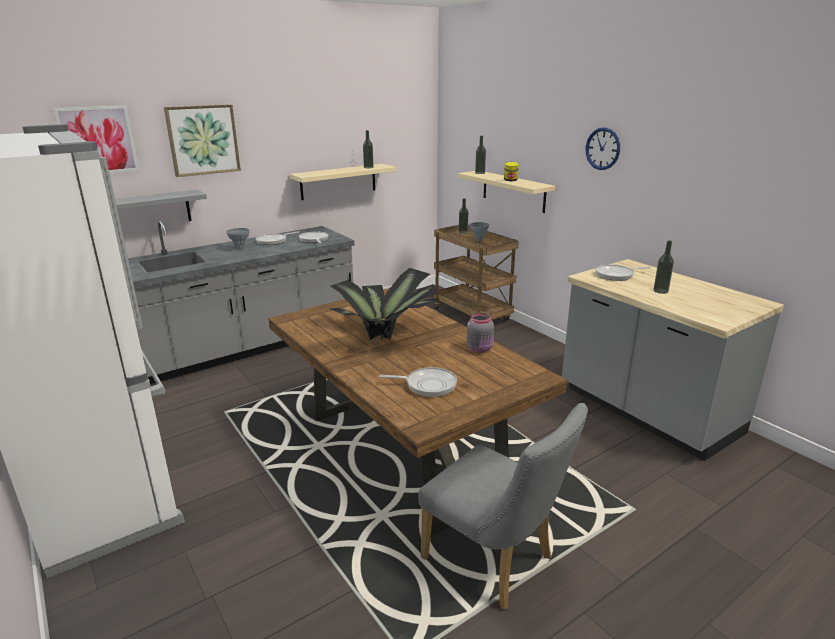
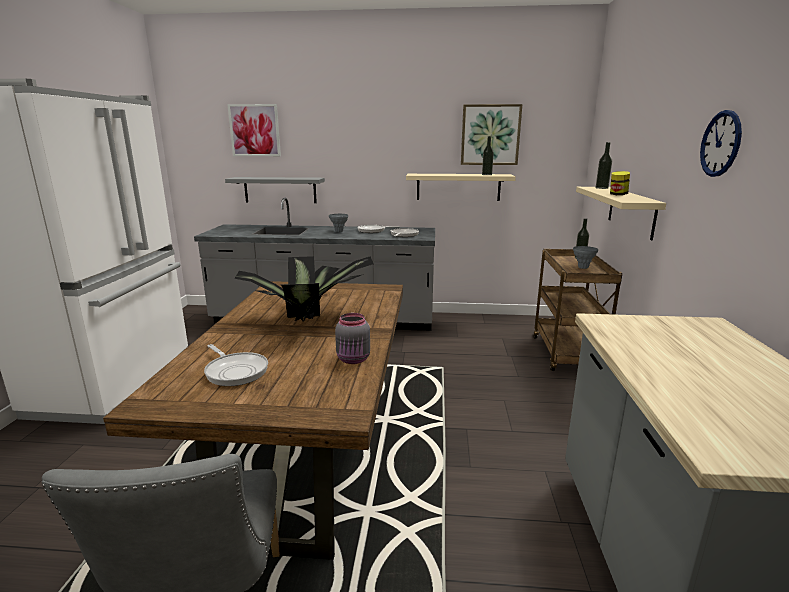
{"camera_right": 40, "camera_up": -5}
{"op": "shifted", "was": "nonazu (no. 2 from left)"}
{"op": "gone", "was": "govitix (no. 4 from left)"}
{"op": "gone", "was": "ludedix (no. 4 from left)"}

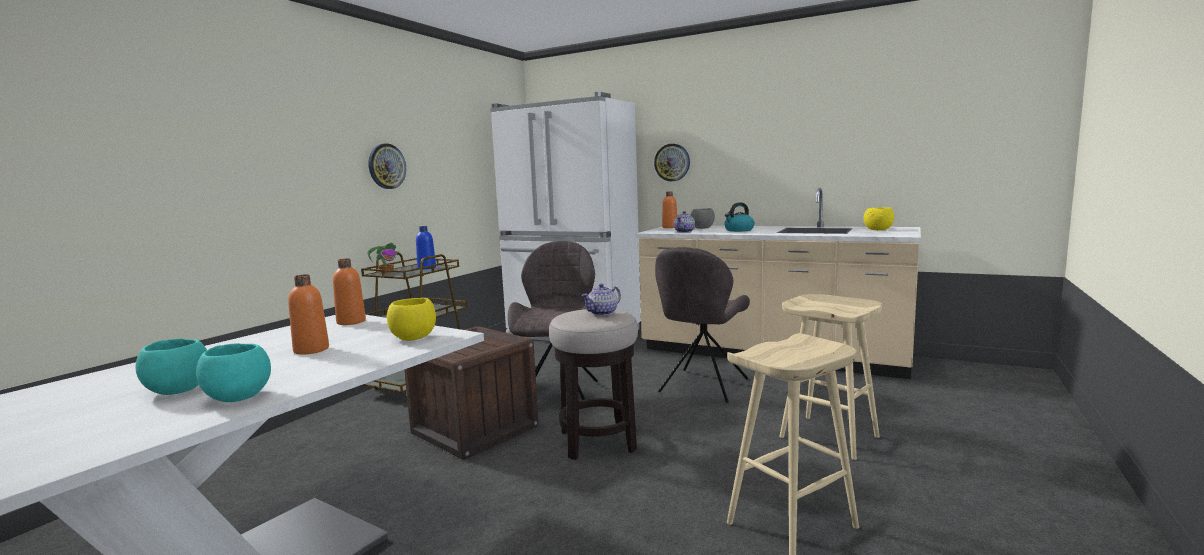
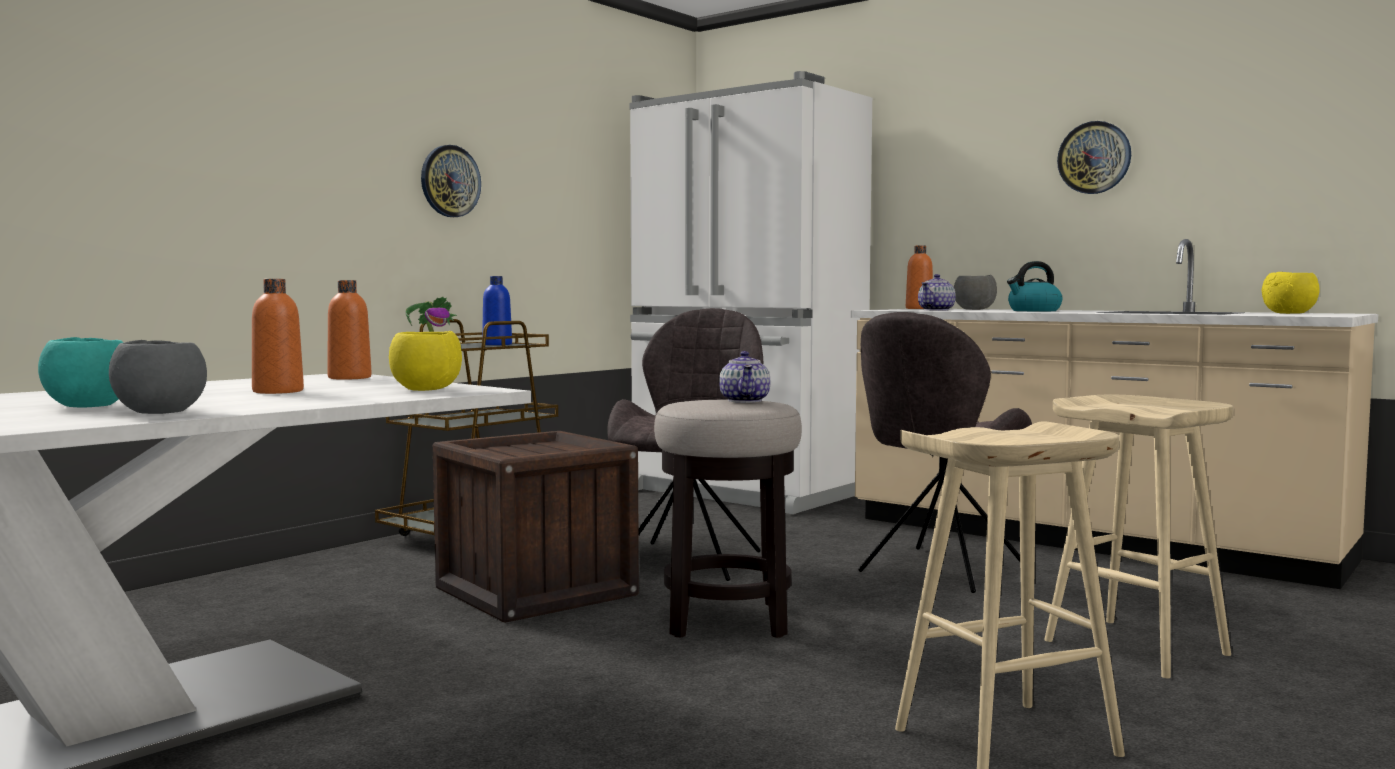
{"camera_right": 10, "camera_up": -5}
{"op": "shifted", "was": "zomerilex (no. 2 from left)"}
{"op": "rotated", "was": "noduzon (no. 1 from left)", "clockwise": -60}
{"op": "repainted", "was": "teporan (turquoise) (no. 2 from left)", "now": "teporan (grey) (no. 1 from left)"}

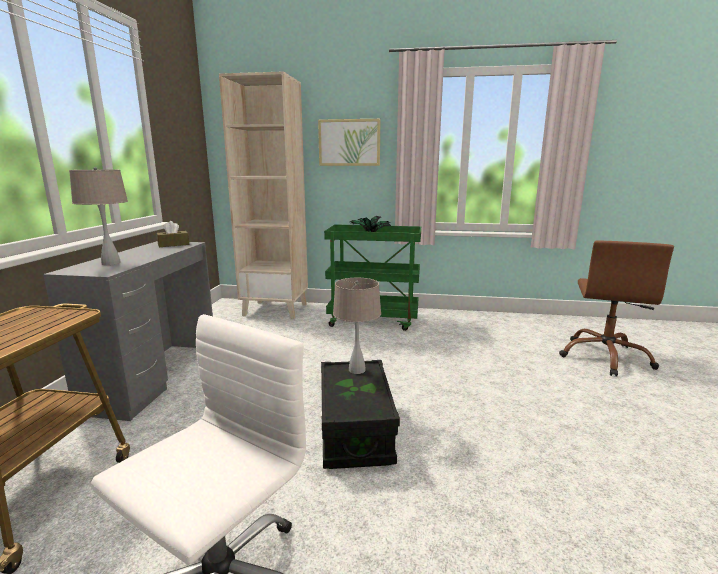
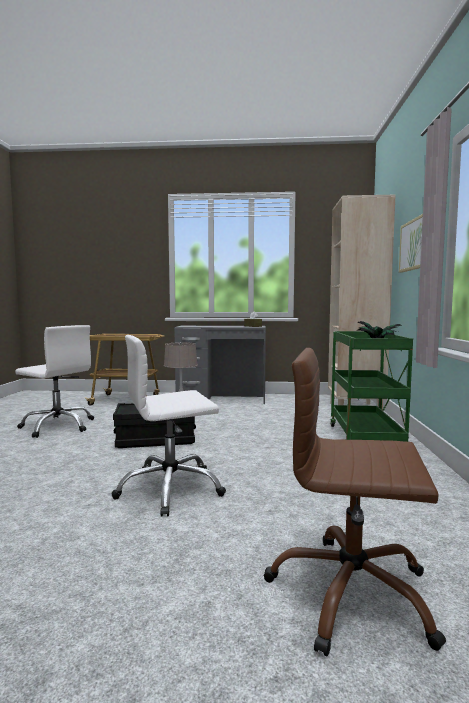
{"camera_right": 85, "camera_up": -10}
{"op": "gone", "was": "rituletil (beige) (no. 1 from left)"}
{"op": "new", "now": "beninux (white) (no. 2 from left)"}

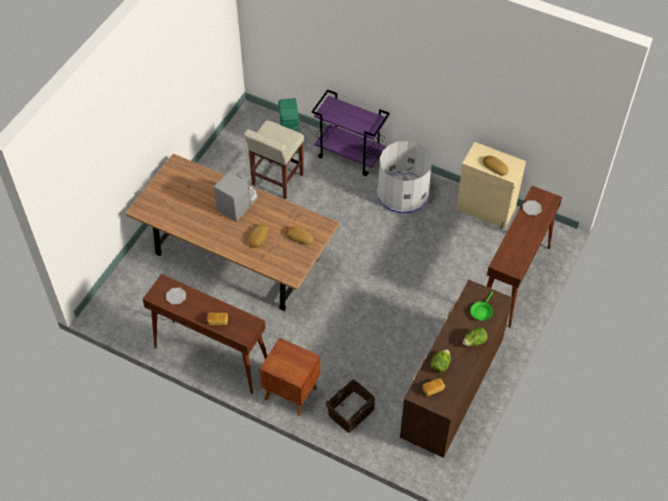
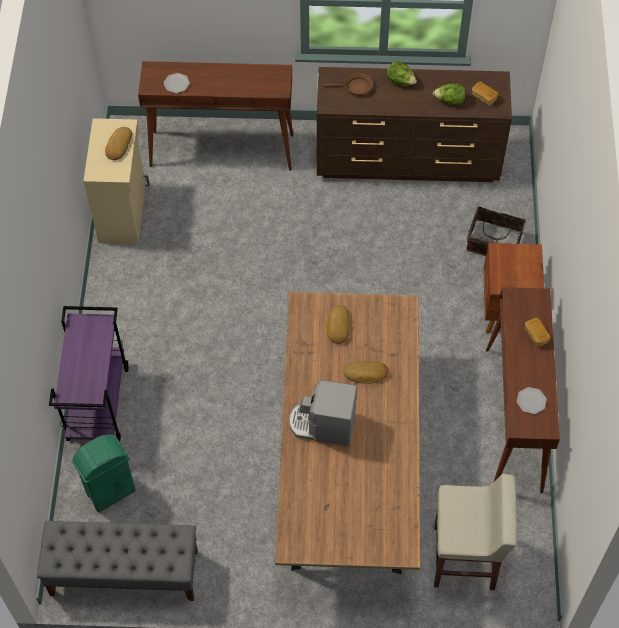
{"camera_right": -115, "camera_up": 5}
{"op": "shifted", "was": "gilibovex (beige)"}
{"op": "gone", "was": "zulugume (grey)"}
{"op": "repainted", "was": "ludedix (green)", "now": "ludedix (brown)"}
{"op": "new", "now": "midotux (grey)"}

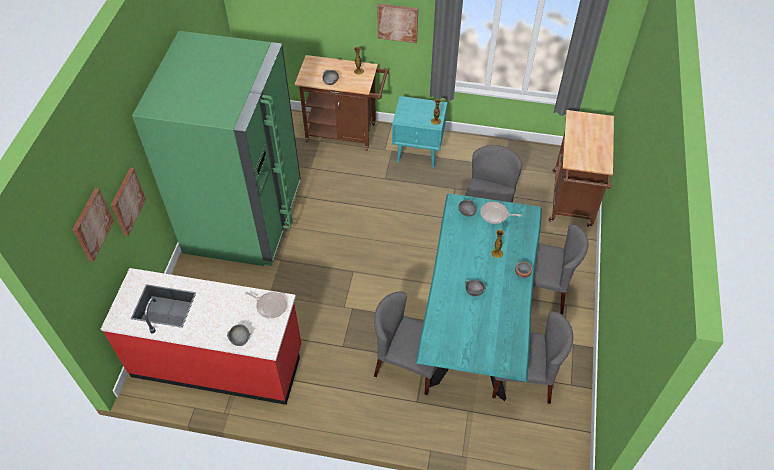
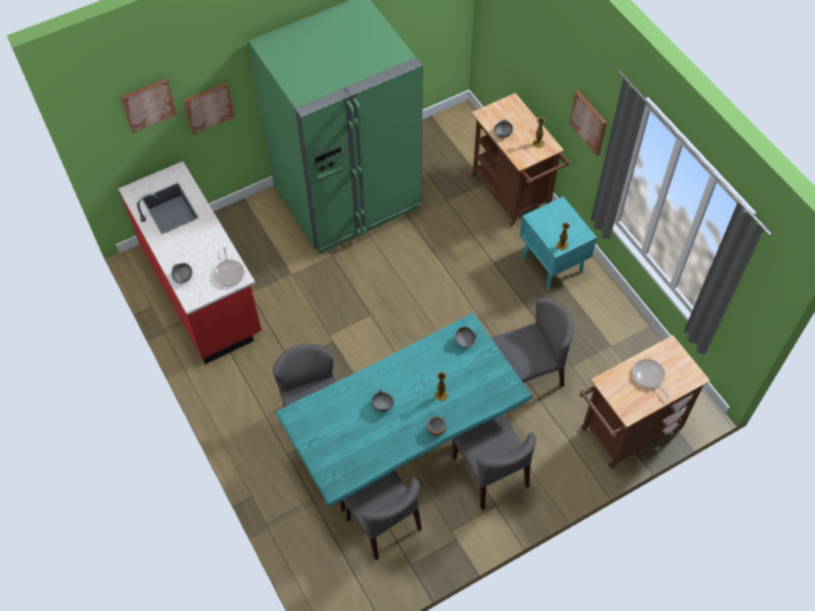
{"camera_right": 50, "camera_up": 5}
{"op": "shifted", "was": "ludedix (no. 2 from left)"}

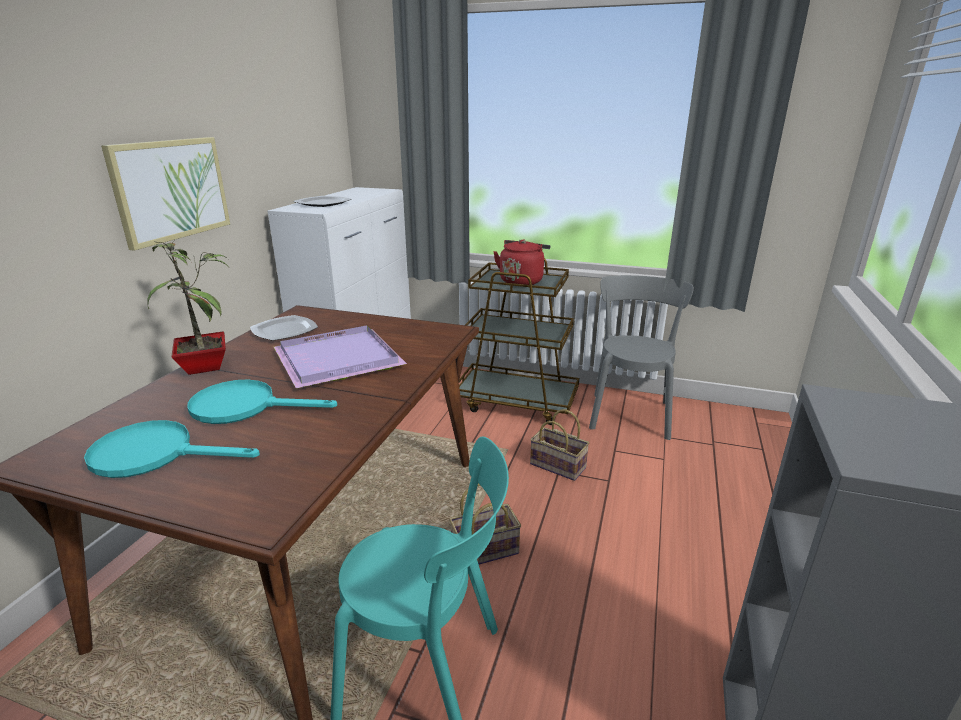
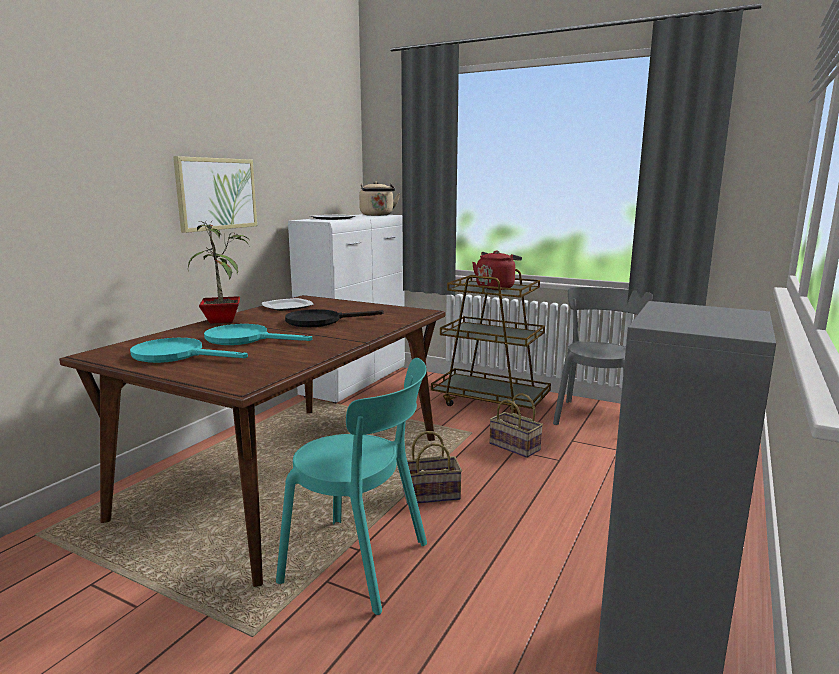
{"camera_right": 10, "camera_up": -10}
{"op": "swapped", "was": "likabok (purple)", "now": "ludedix (black)"}
{"op": "new", "now": "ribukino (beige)"}

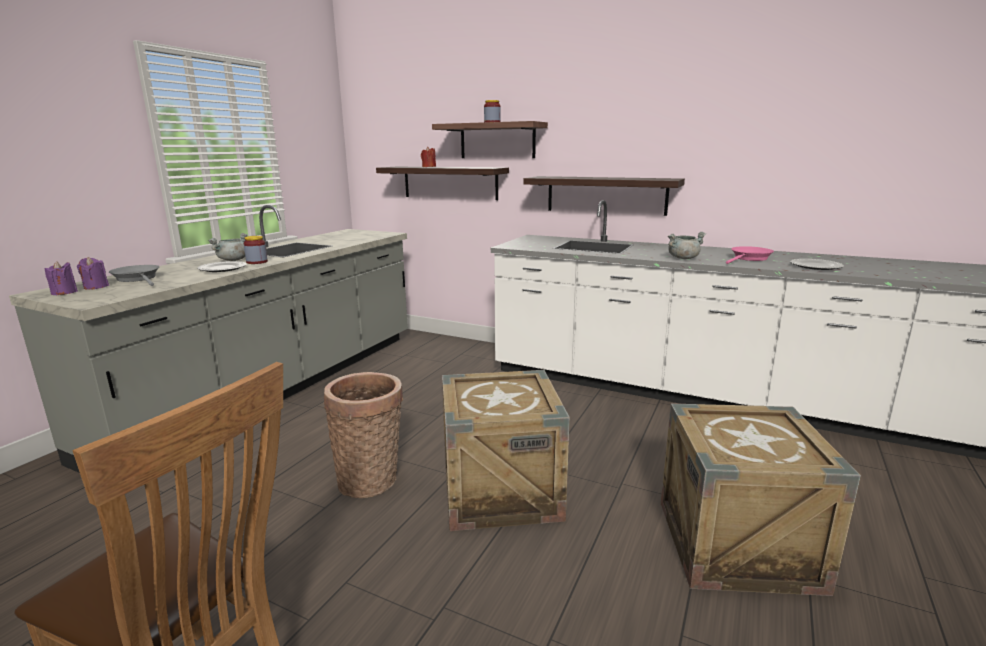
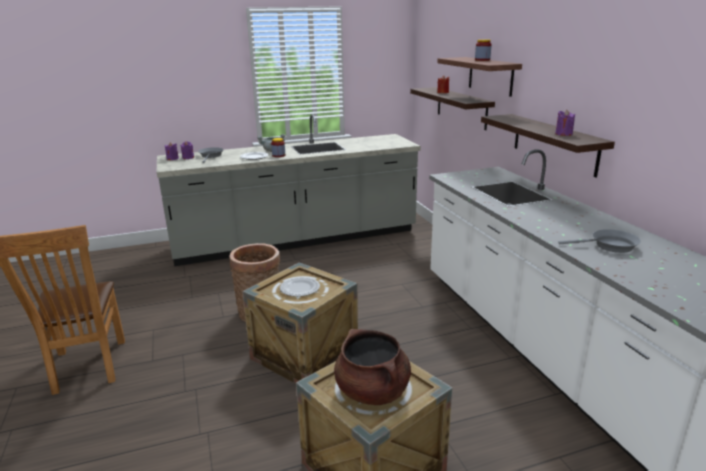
{"camera_right": 45, "camera_up": 5}
{"op": "gone", "was": "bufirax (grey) (no. 2 from left)"}
{"op": "repainted", "was": "ludedix (pink)", "now": "ludedix (grey) (no. 2 from left)"}
{"op": "shifted", "was": "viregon (no. 2 from left)"}
{"op": "new", "now": "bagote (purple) (no. 3 from left)"}
{"op": "new", "now": "bufirax (brown)"}

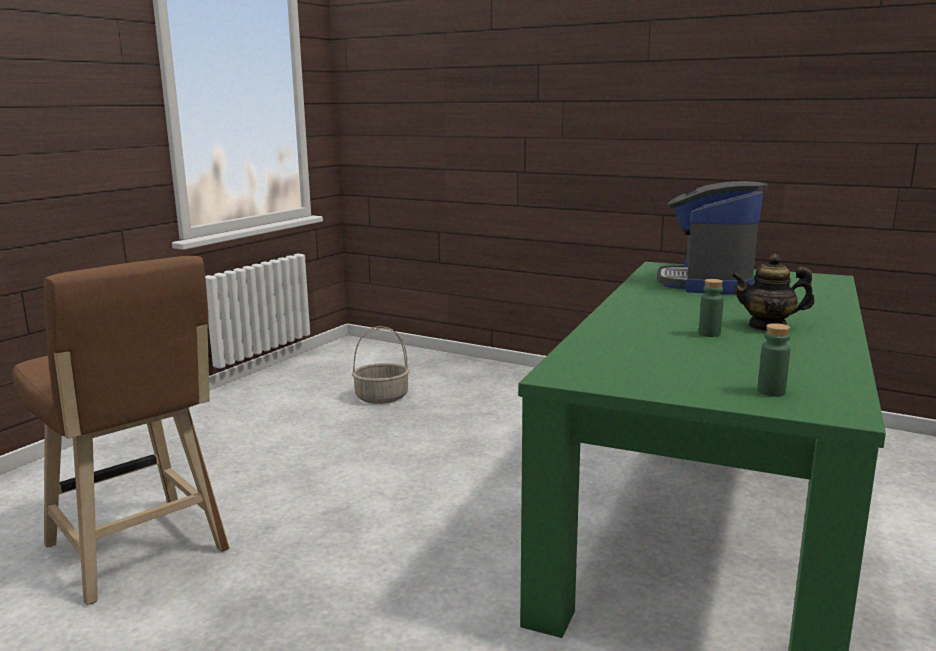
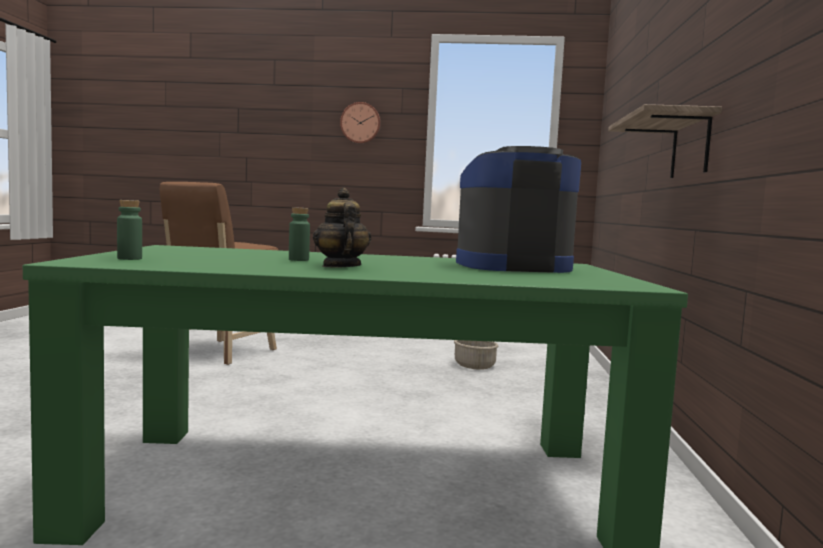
{"camera_right": 65, "camera_up": -10}
{"op": "new", "now": "zomerilex"}
{"op": "new", "now": "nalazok"}

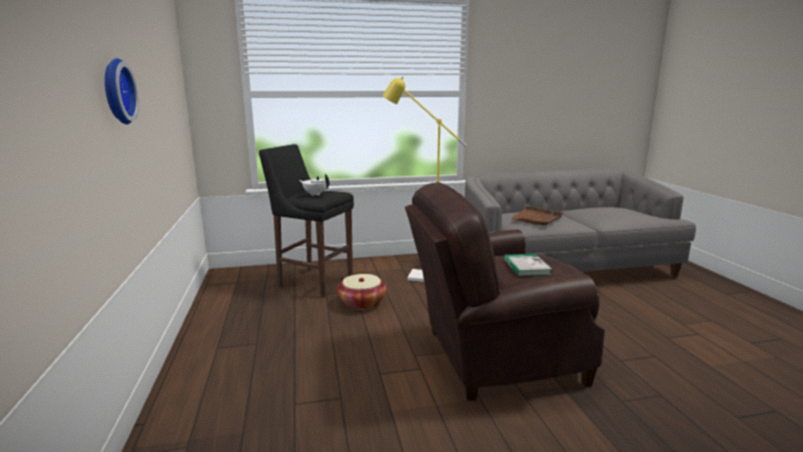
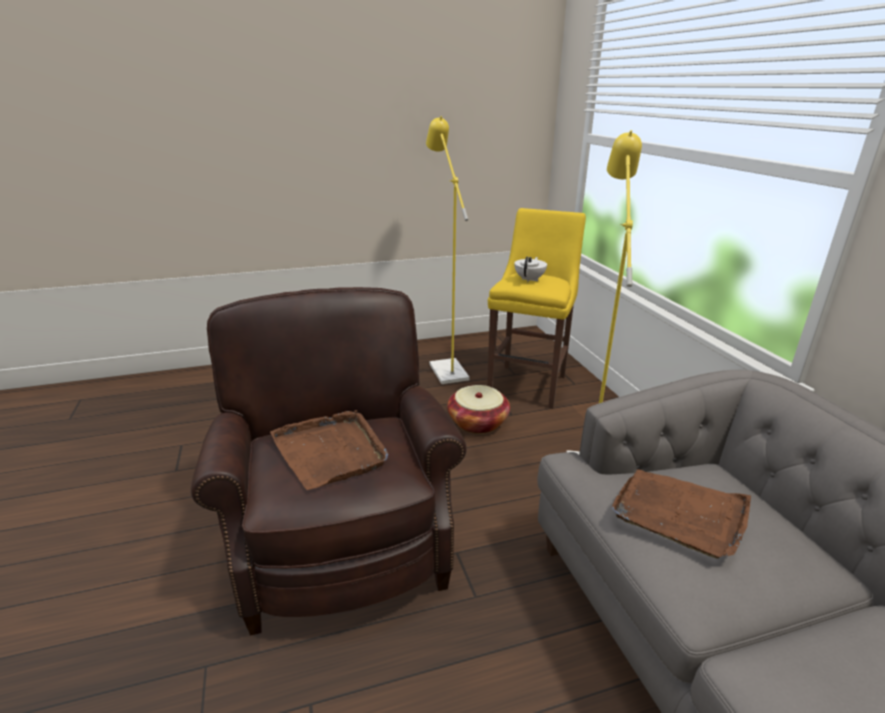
{"camera_right": 85, "camera_up": 10}
{"op": "gone", "was": "zomerilex"}
{"op": "repainted", "was": "gilibovex (black)", "now": "gilibovex (yellow)"}
{"op": "swapped", "was": "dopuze", "now": "likabok (brown) (no. 1 from left)"}
{"op": "new", "now": "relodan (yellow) (no. 1 from left)"}

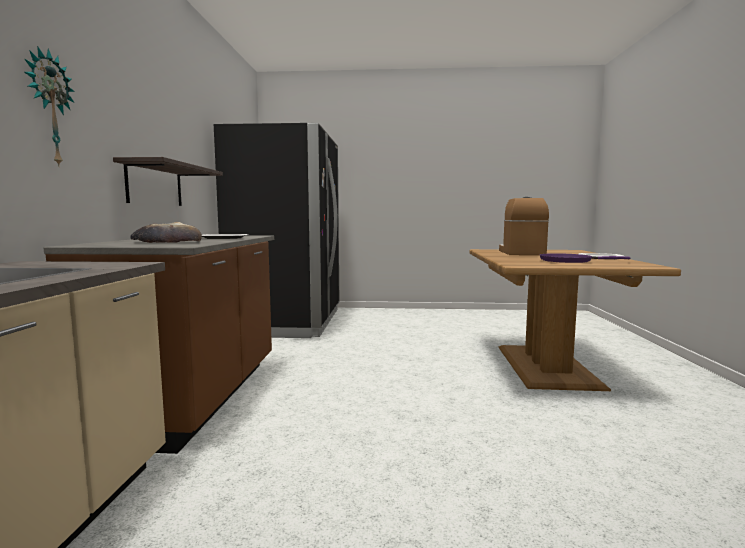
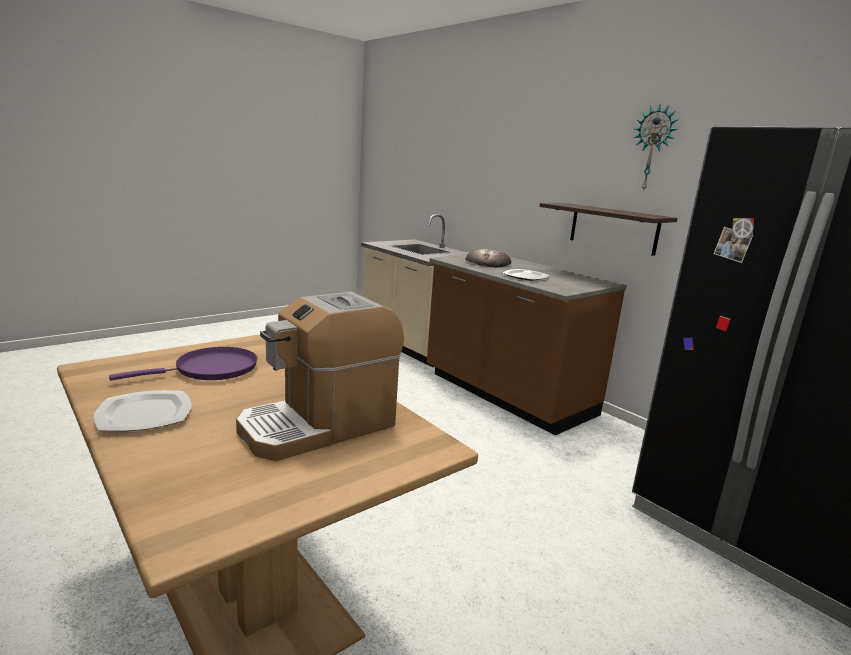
{"camera_right": 135, "camera_up": 10}
{"op": "shifted", "was": "zomerilex"}
{"op": "rotated", "was": "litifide", "clockwise": 90}

